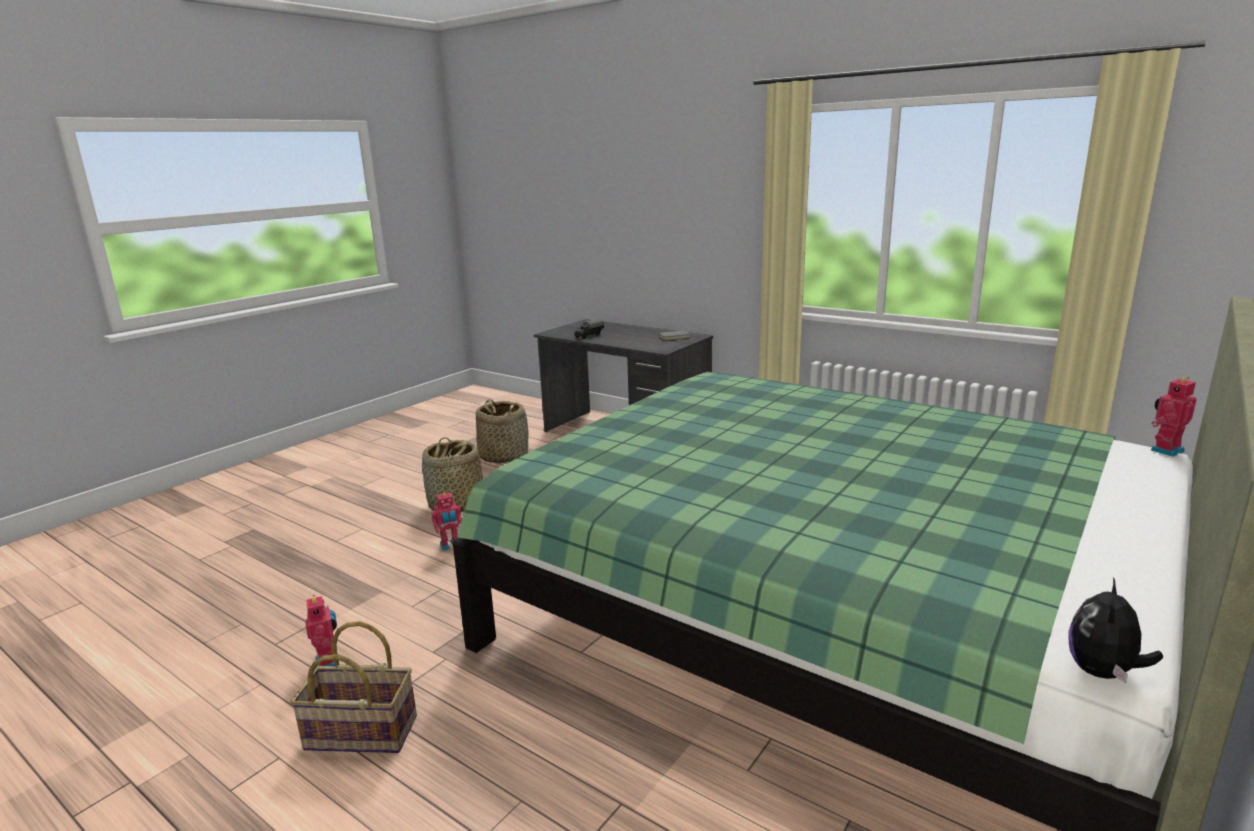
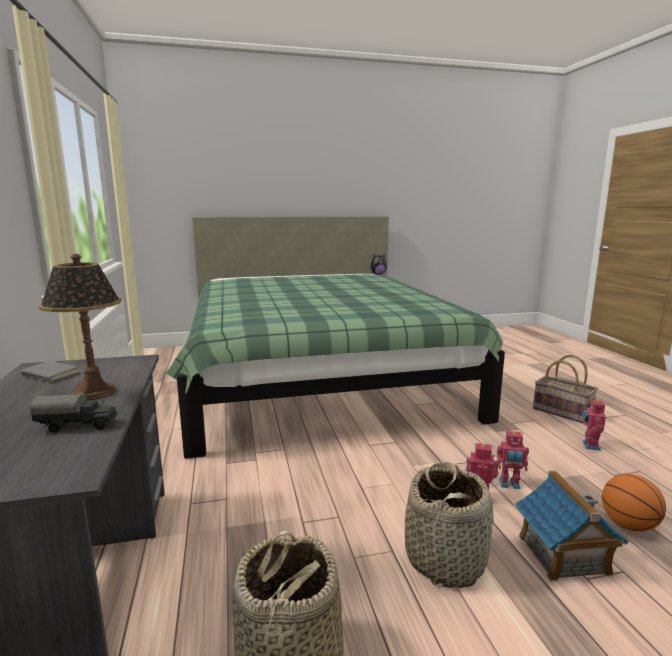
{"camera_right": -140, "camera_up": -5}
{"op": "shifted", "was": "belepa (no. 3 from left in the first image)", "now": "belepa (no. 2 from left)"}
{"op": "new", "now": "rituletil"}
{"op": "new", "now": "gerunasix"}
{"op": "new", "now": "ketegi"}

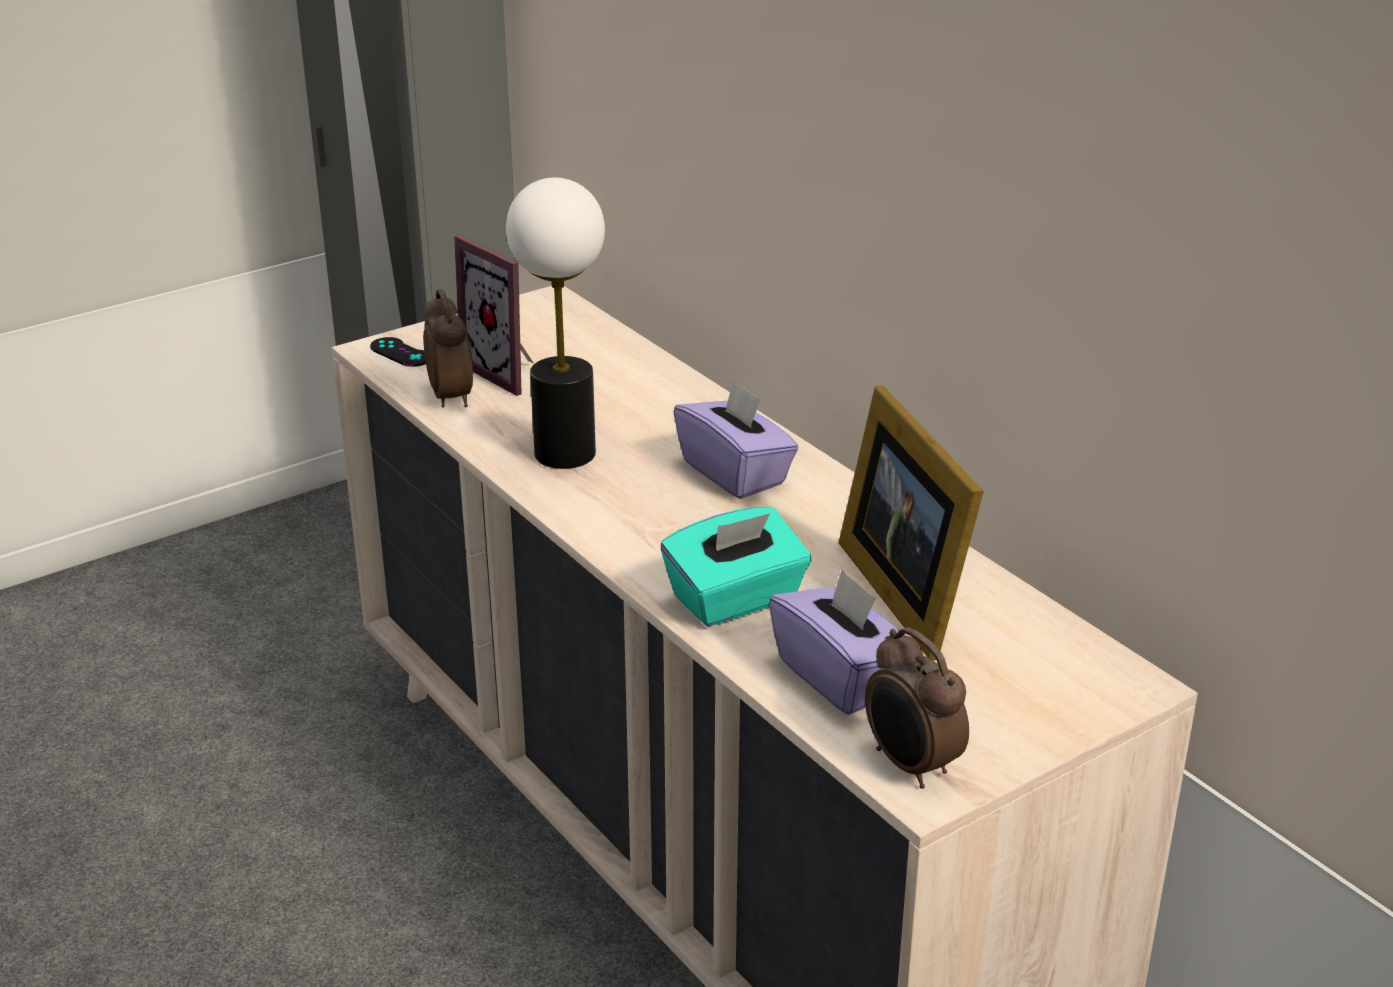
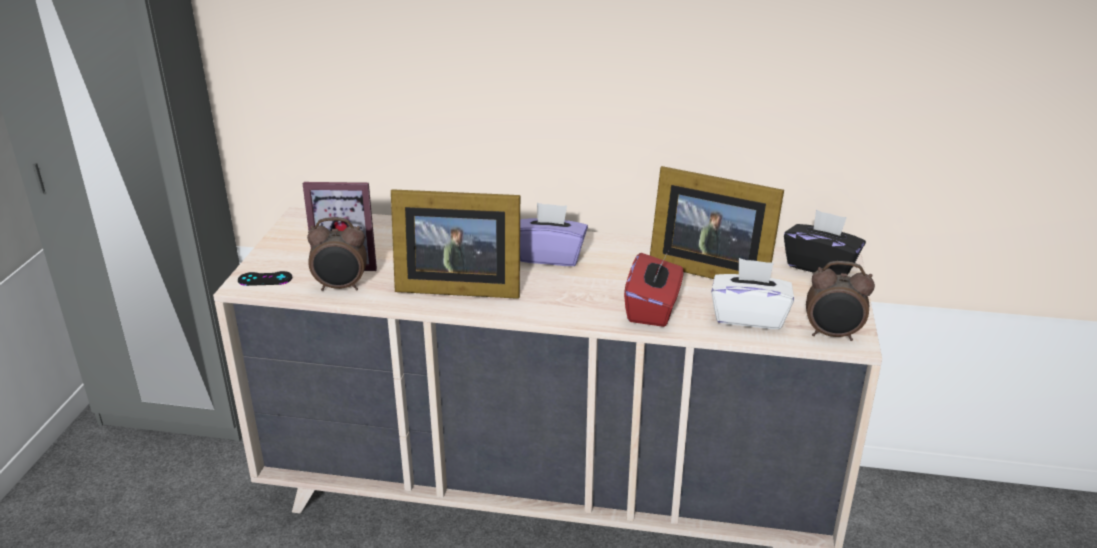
{"camera_right": -45, "camera_up": 0}
{"op": "swapped", "was": "rituletil", "now": "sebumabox (no. 2 from left)"}
{"op": "rotated", "was": "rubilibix (no. 1 from left)", "clockwise": 150}
{"op": "repainted", "was": "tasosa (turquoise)", "now": "tasosa (red)"}
{"op": "repainted", "was": "tasosa (purple) (no. 2 from left)", "now": "tasosa (white)"}
{"op": "new", "now": "tasosa (black)"}

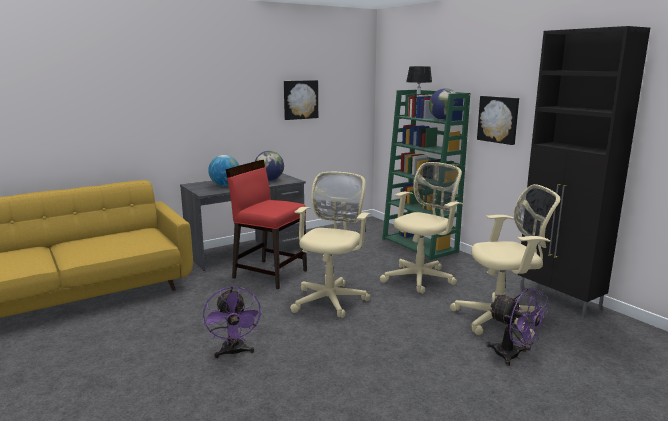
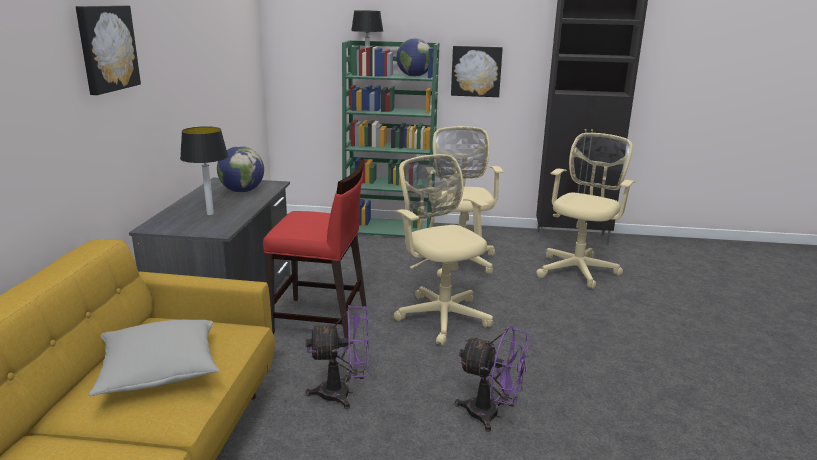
{"camera_right": -50, "camera_up": 5}
{"op": "shifted", "was": "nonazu (no. 1 from left)"}
{"op": "swapped", "was": "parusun (no. 1 from left)", "now": "rituletil (no. 1 from left)"}
{"op": "rotated", "was": "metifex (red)", "clockwise": -150}
{"op": "shifted", "was": "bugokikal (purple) (no. 2 from left in the first image)", "now": "bugokikal (purple) (no. 1 from left)"}
{"op": "new", "now": "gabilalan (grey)"}

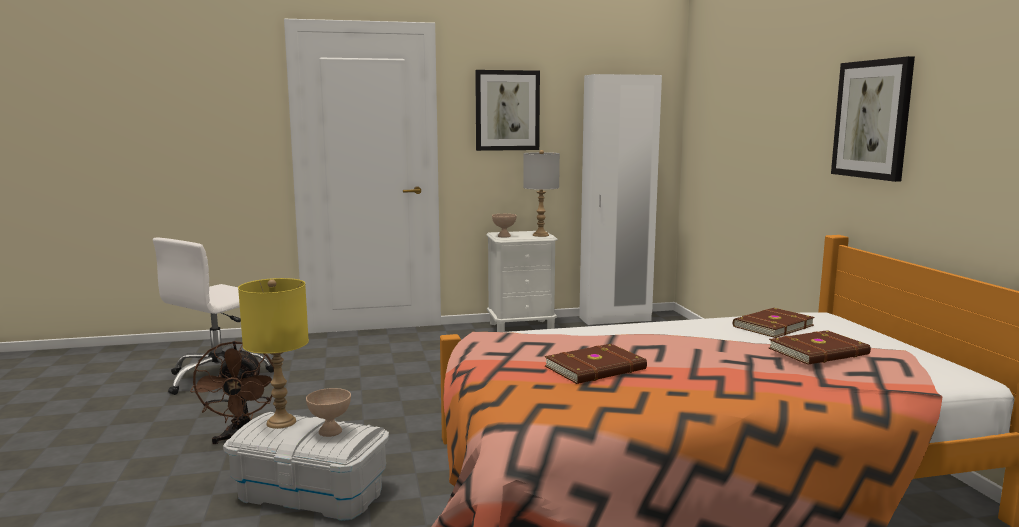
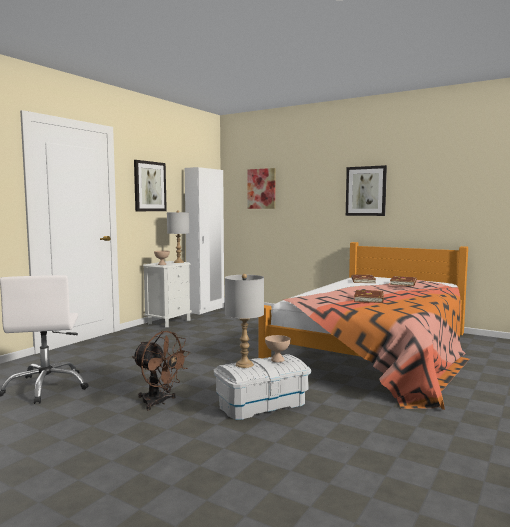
{"camera_right": -45, "camera_up": -5}
{"op": "repainted", "was": "rituletil (yellow)", "now": "rituletil (grey) (no. 2 from left)"}
{"op": "new", "now": "nonazu (no. 2 from left)"}

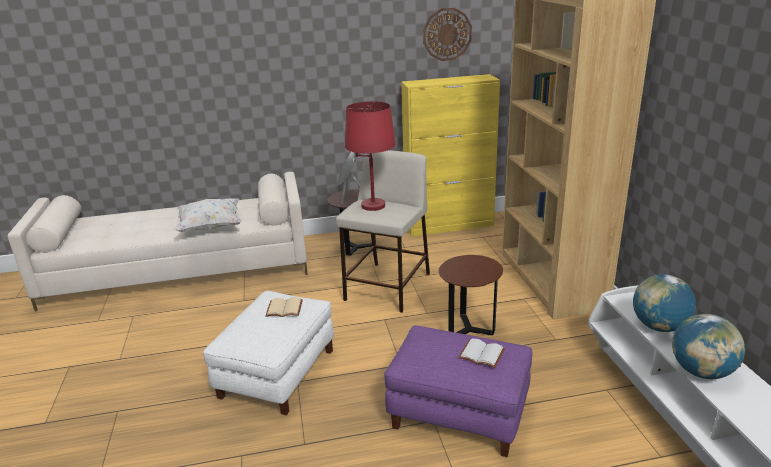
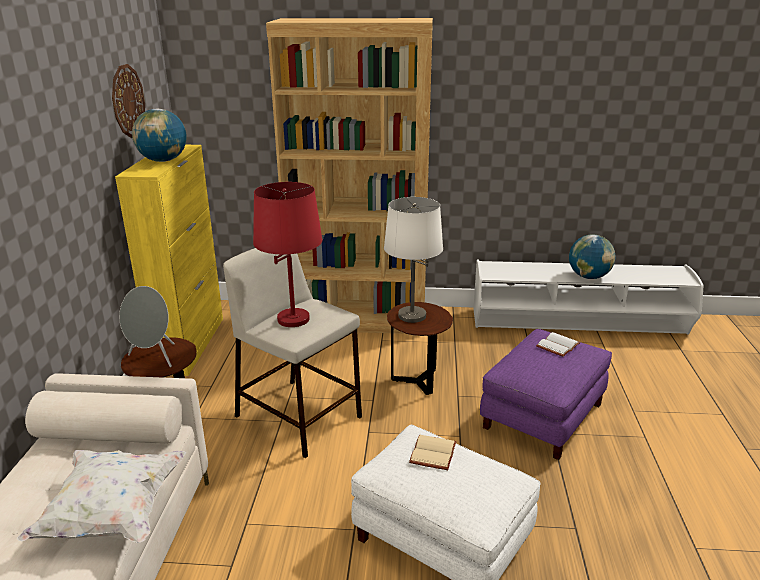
{"camera_right": -75, "camera_up": 0}
{"op": "shifted", "was": "parusun (no. 1 from left)"}
{"op": "new", "now": "rituletil (white)"}

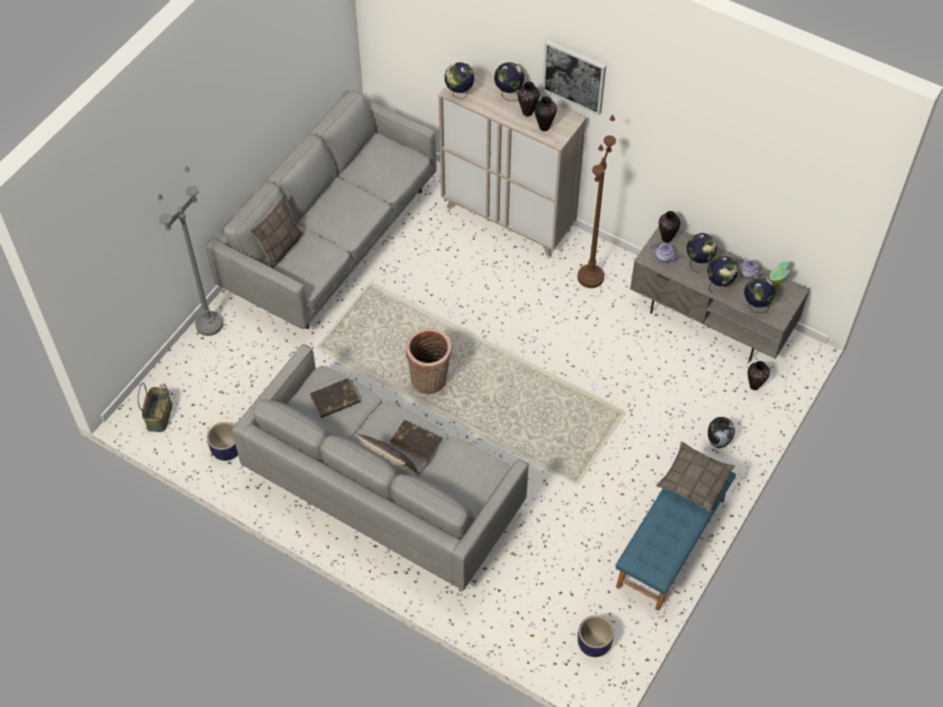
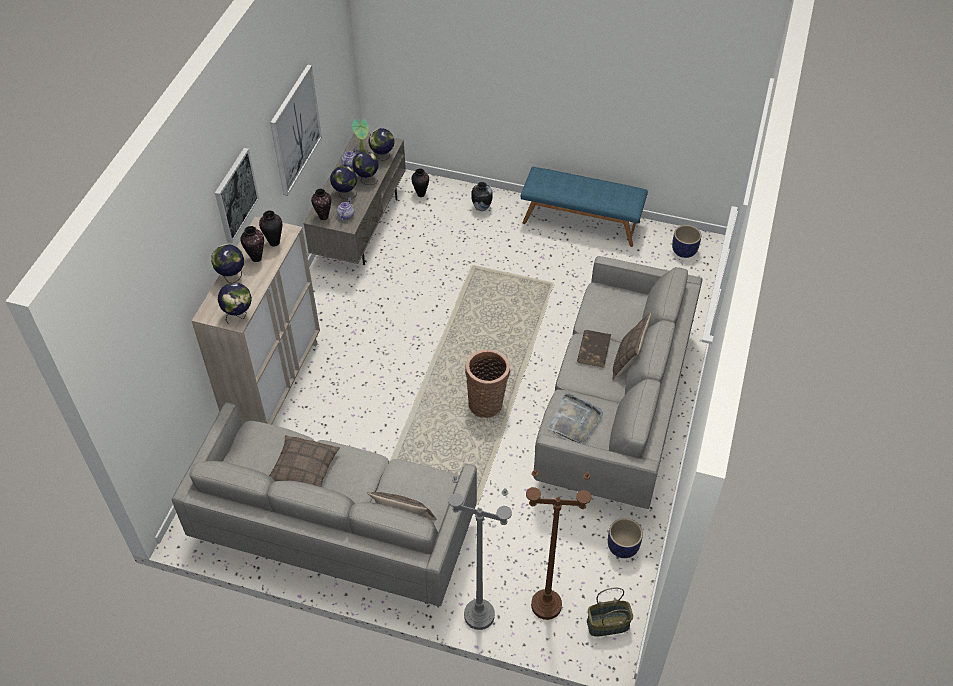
{"camera_right": -105, "camera_up": -5}
{"op": "shifted", "was": "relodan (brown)"}
{"op": "swapped", "was": "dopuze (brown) (no. 1 from left)", "now": "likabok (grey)"}
{"op": "shifted", "was": "gabilalan (no. 3 from left in the first image)", "now": "gabilalan (no. 1 from left)"}
{"op": "new", "now": "nonazu (no. 2 from left)"}

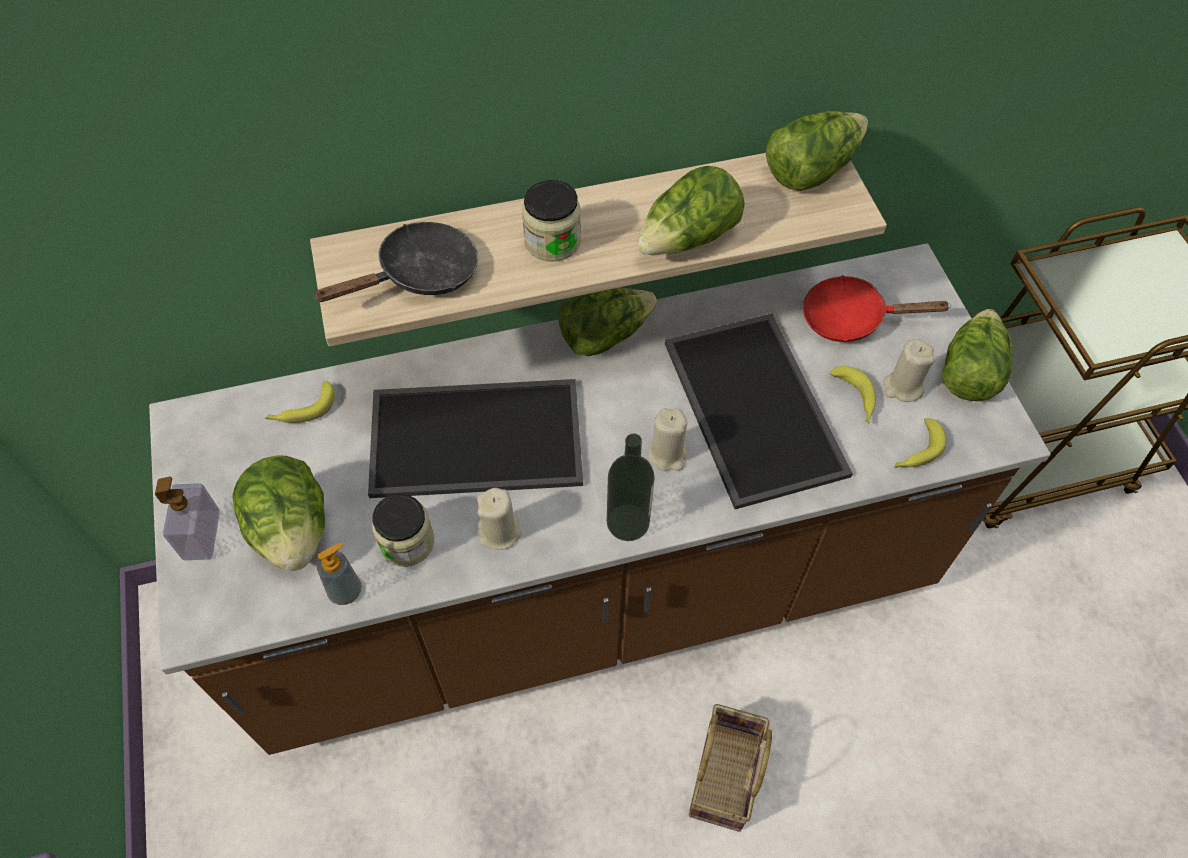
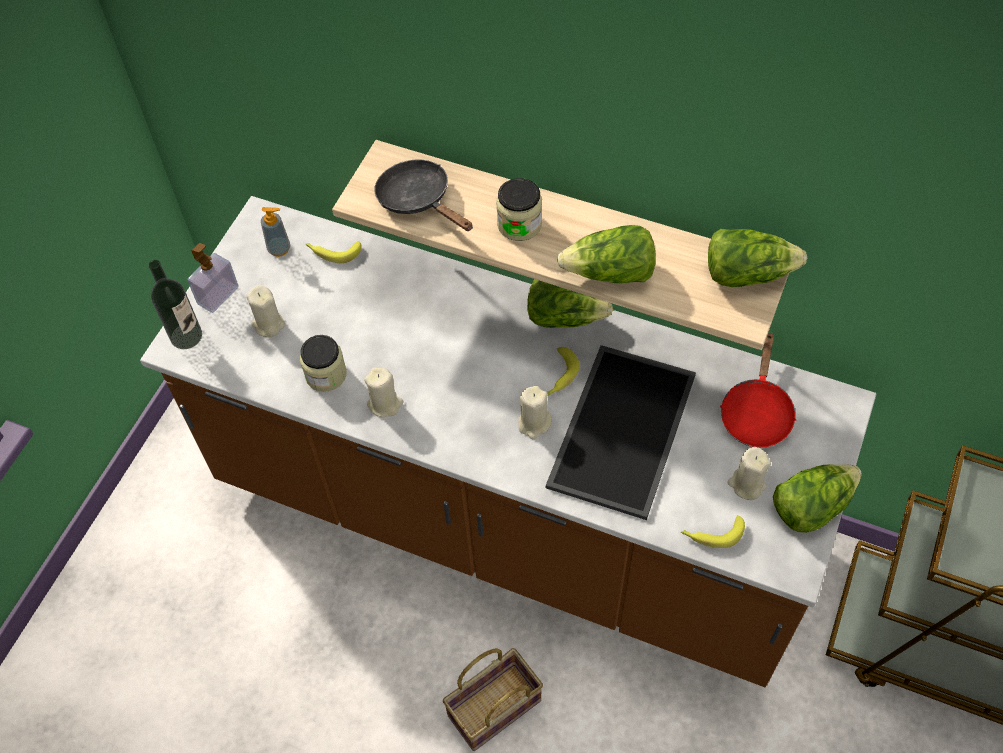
{"camera_right": 40, "camera_up": 0}
{"op": "rotated", "was": "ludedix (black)", "clockwise": -135}
{"op": "rotated", "was": "ludedix (red)", "clockwise": -120}
{"op": "shifted", "was": "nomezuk (no. 2 from left)"}
{"op": "gone", "was": "likabok (no. 1 from left)"}
{"op": "shifted", "was": "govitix"}
{"op": "swapped", "was": "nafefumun (no. 1 from left)", "now": "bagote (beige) (no. 1 from left)"}
{"op": "shifted", "was": "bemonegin (no. 2 from left)"}

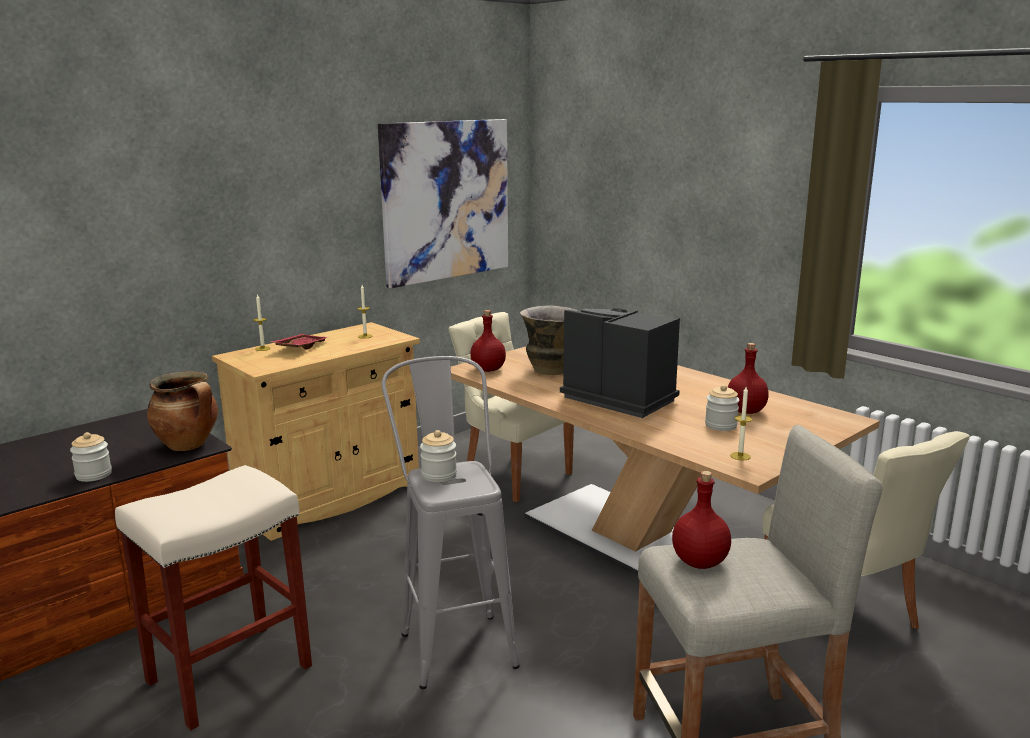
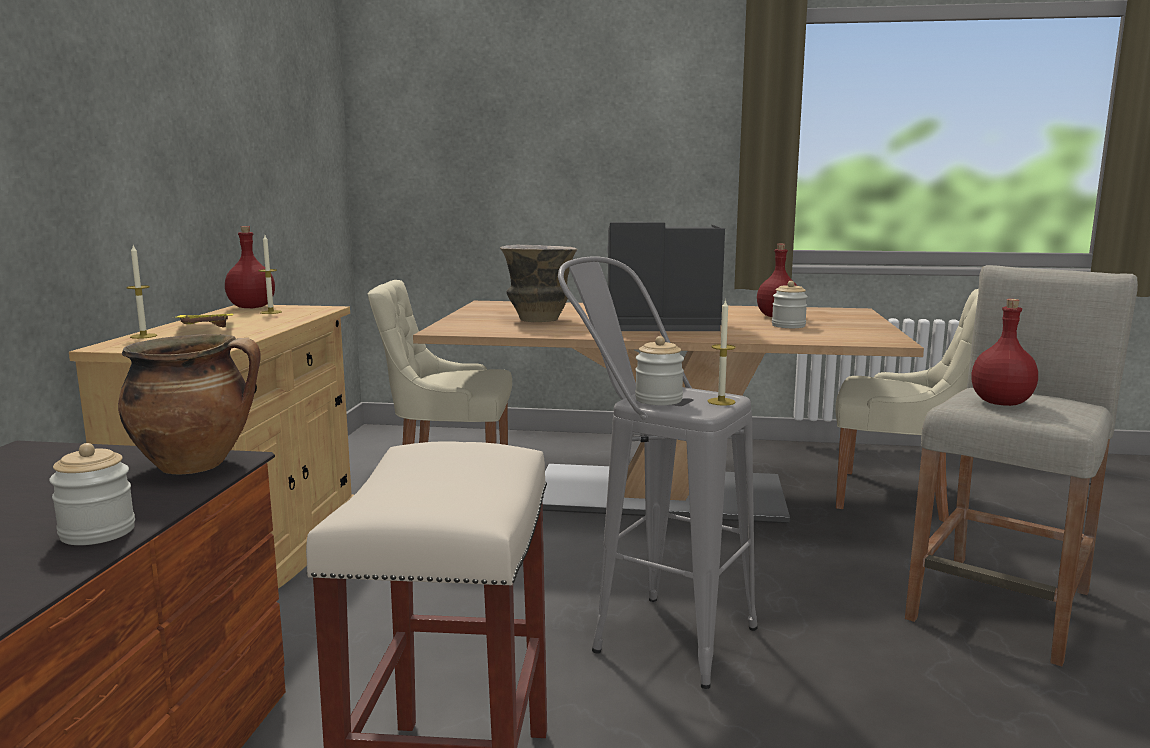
{"camera_right": -40, "camera_up": -5}
{"op": "gone", "was": "nonazu"}
{"op": "shifted", "was": "govitix (red) (no. 1 from left)"}
{"op": "repainted", "was": "likabok (red)", "now": "likabok (yellow)"}
{"op": "shifted", "was": "bagote (no. 3 from left)"}

